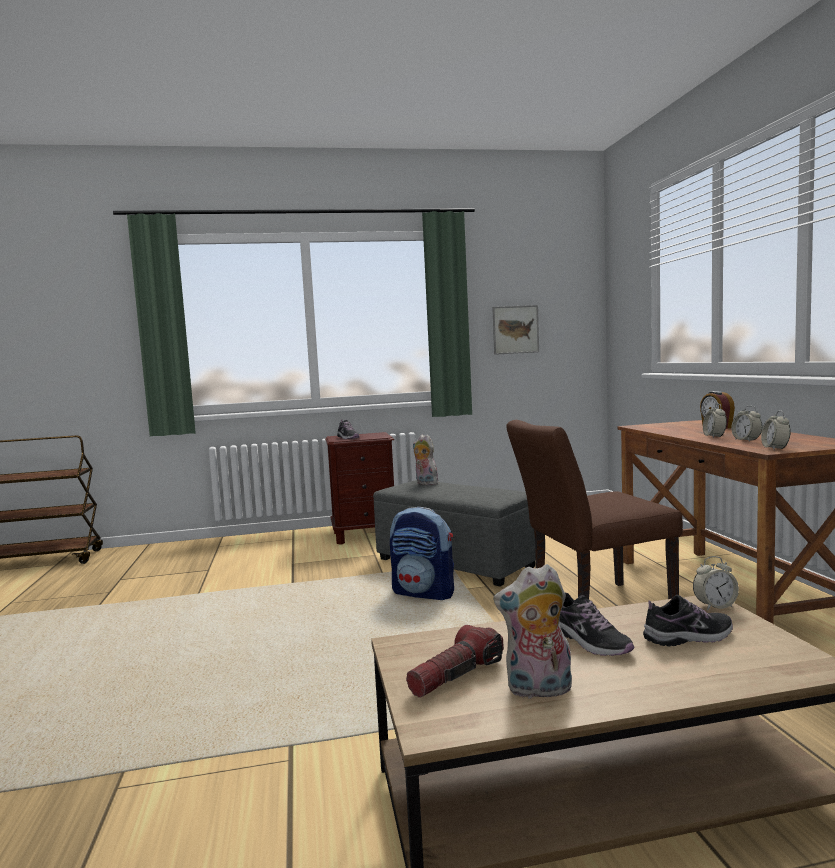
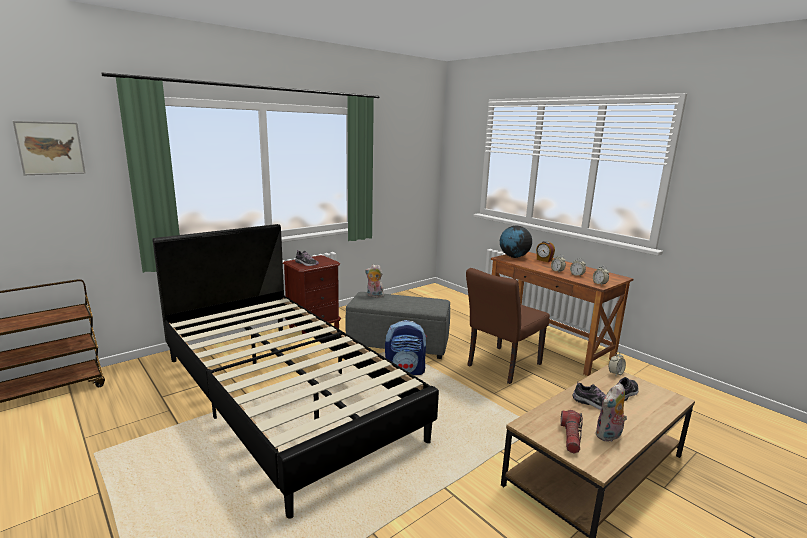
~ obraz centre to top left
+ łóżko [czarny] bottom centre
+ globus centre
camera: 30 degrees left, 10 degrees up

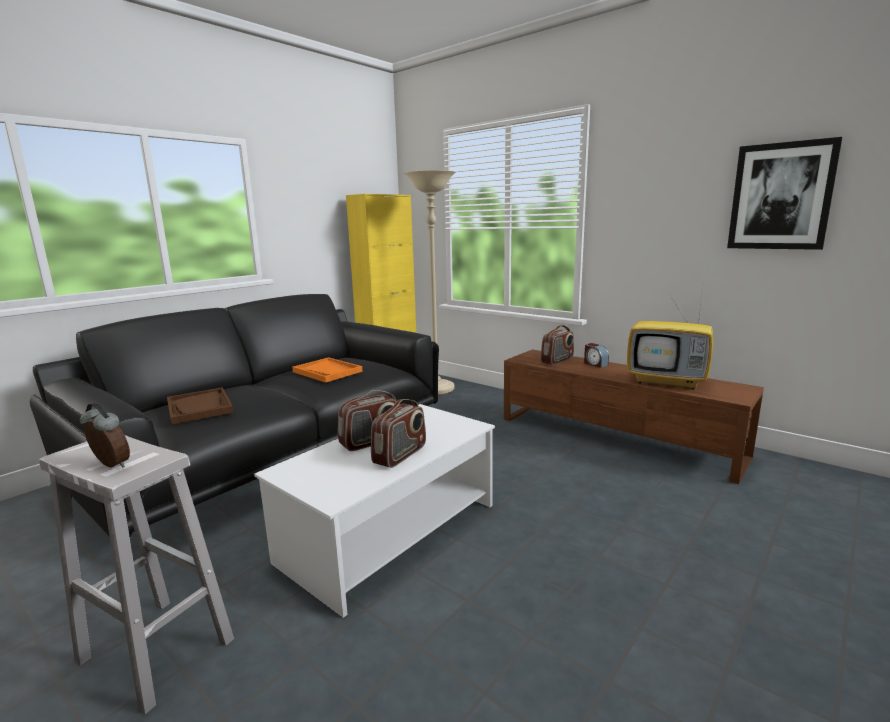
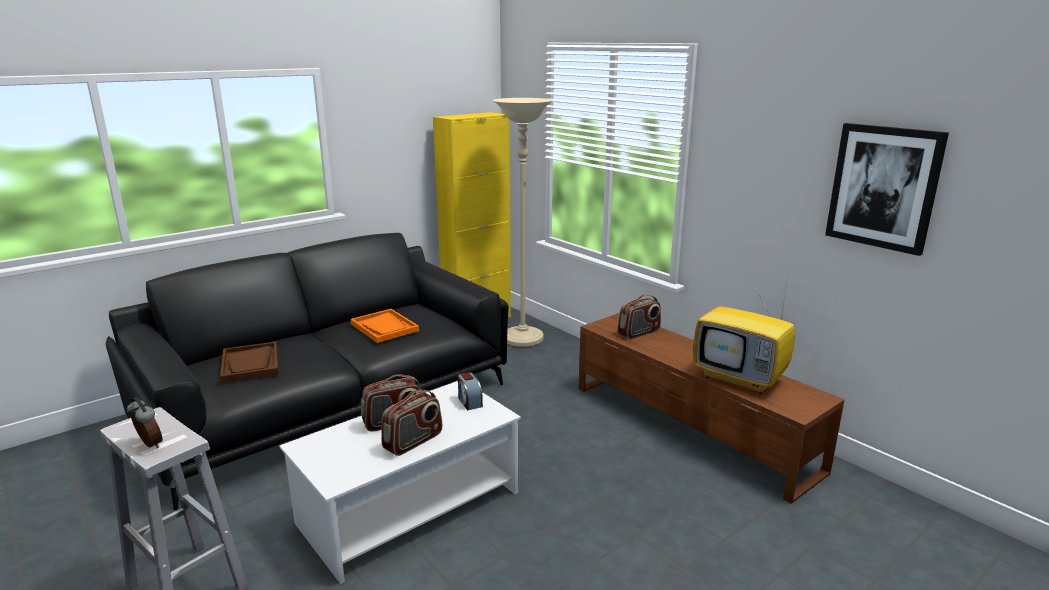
~ budzik (no. 2 from left) middle right to centre
camera: 10 degrees right, 5 degrees up

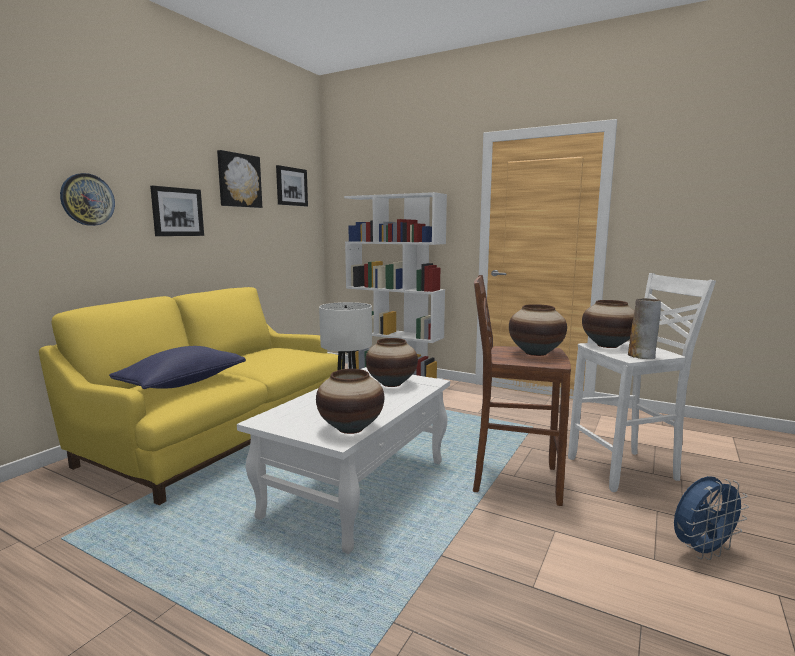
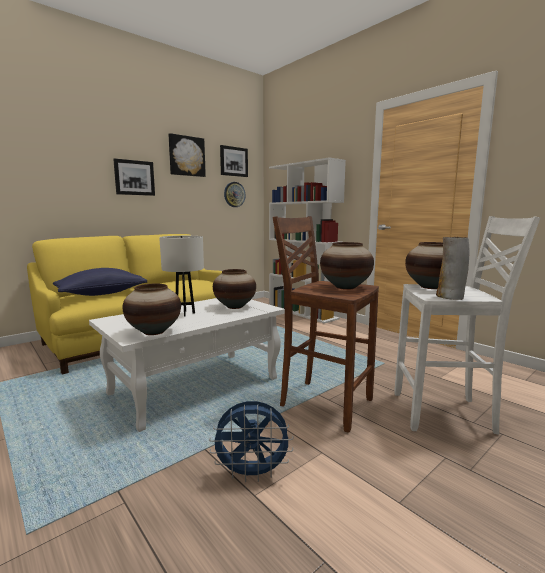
~ wentylator [niebieski] bottom right to bottom centre
~ zegar ścienny top left to centre
camera: 20 degrees right, 0 degrees up

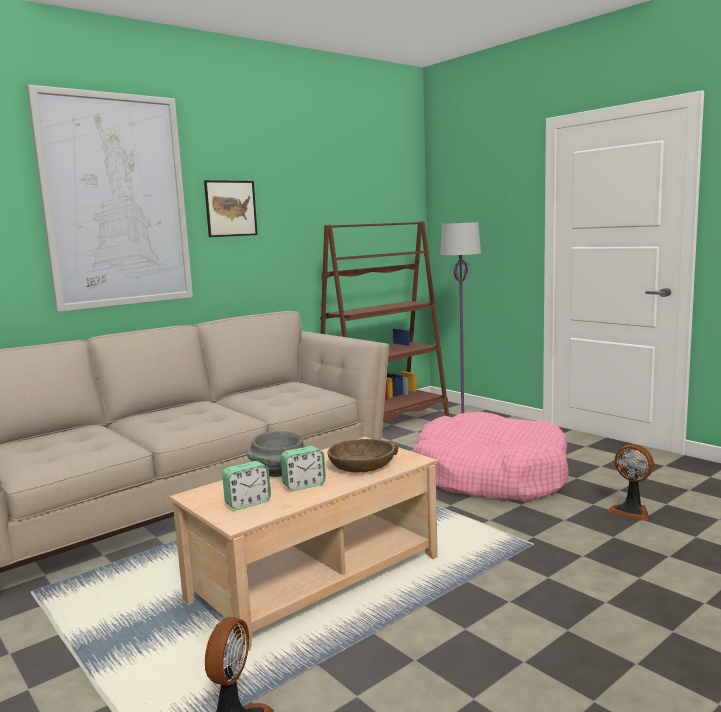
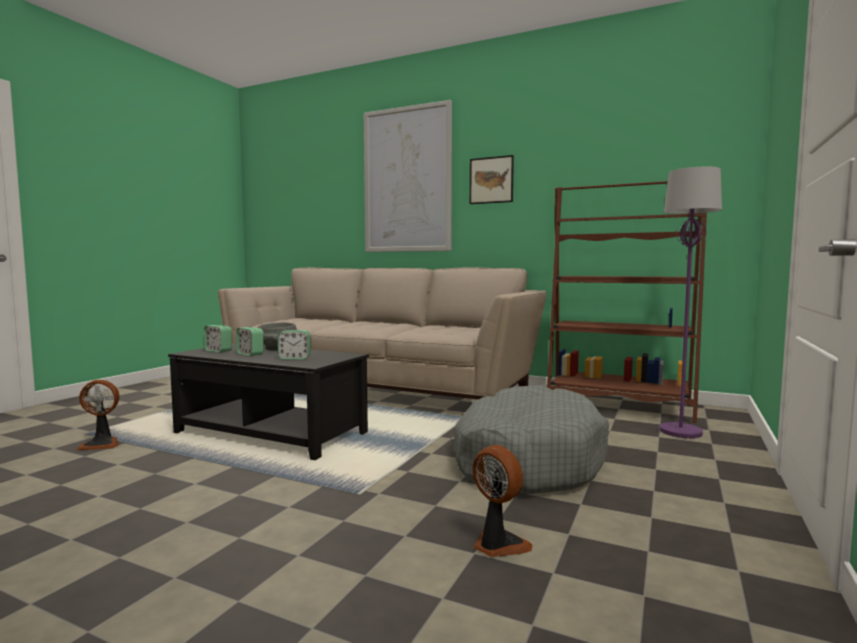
~ ława [beżowy] bottom centre to ława [czarny] middle left
~ miska [brązowy] centre to budzik (no. 3 from left) centre
~ legowisko [różowy] middle right to legowisko [szary] bottom centre
~ wentylator (no. 2 from left) bottom right = bottom centre 120 degrees clockwise
camera: 65 degrees right, 5 degrees down

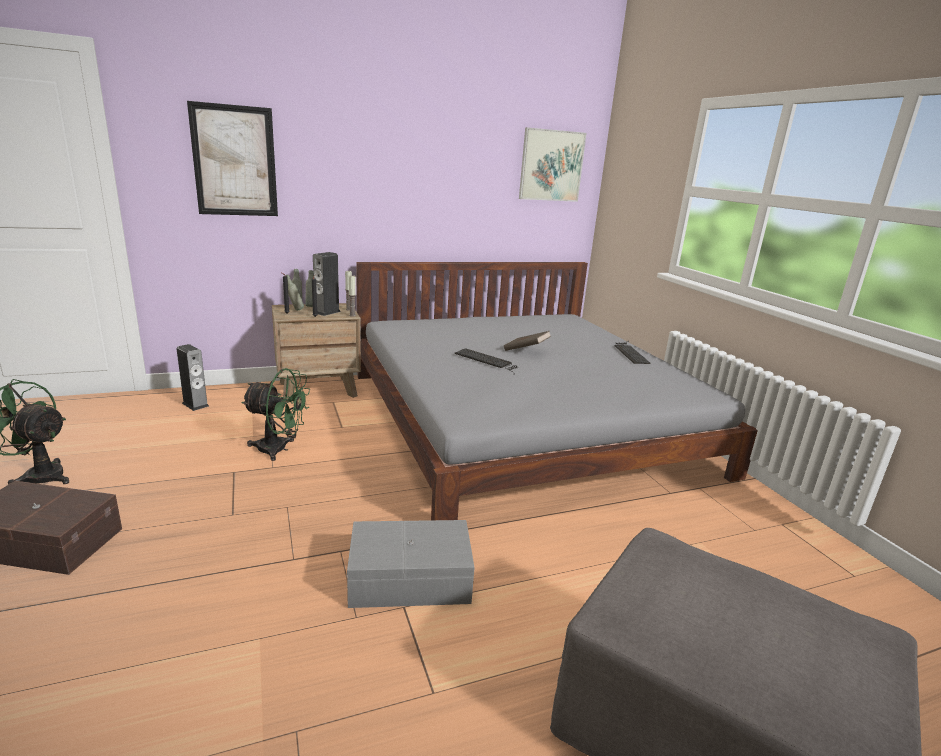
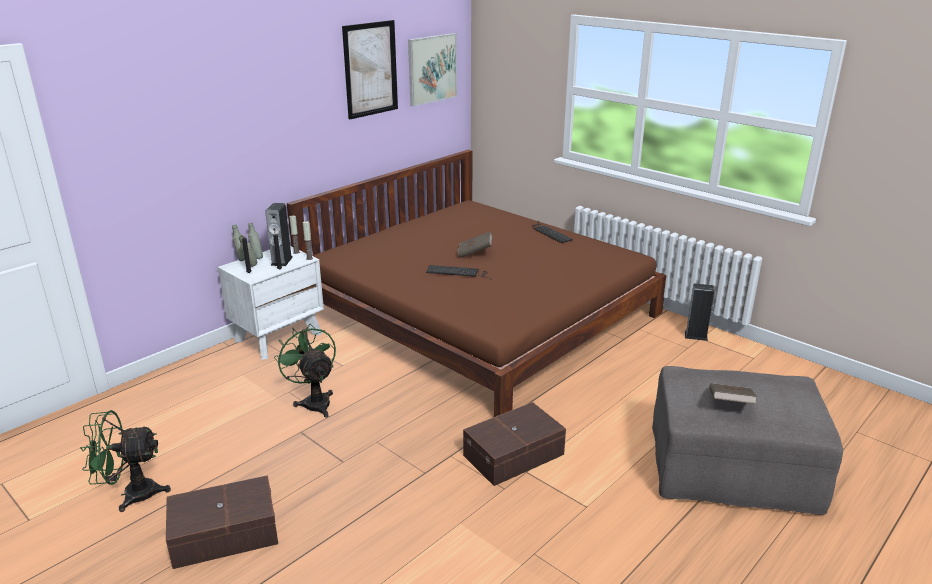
~ szafka nocna [brązowy] centre to szafka nocna [biały] middle left
~ wentylator [zielony] (no. 2 from left) middle left = middle left 105 degrees counterclockwise
~ łóżko [szary] centre to łóżko [brązowy] centre
~ obraz (no. 1 from left) top left to top centre
~ pojemnik do przechowywania [szary] bottom centre to pojemnik do przechowywania [brązowy] (no. 2 from left) bottom centre
~ głośnik (no. 1 from left in the first image) middle left to głośnik (no. 2 from left) middle right
+ książka [brązowy] (no. 2 from left) bottom right
camera: 25 degrees left, 5 degrees up

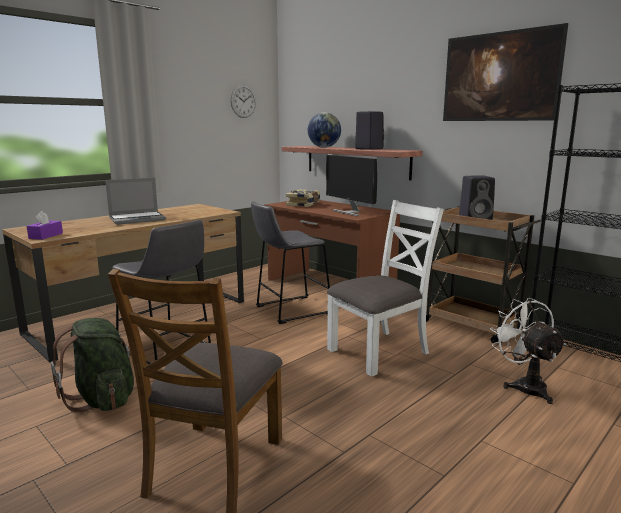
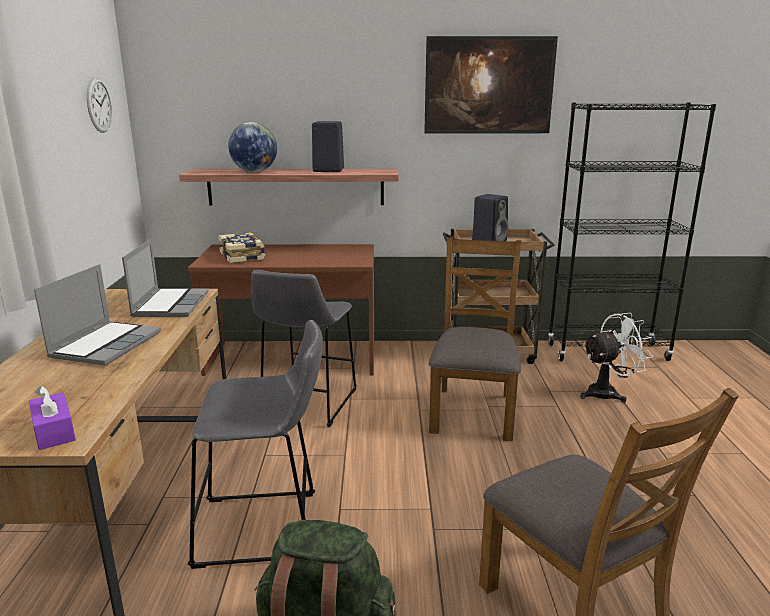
+ laptop (no. 2 from left) middle left
~ krzesło [biały] centre to krzesło [brązowy] (no. 1 from left) centre
~ wentylator [biały] bottom right = middle right 135 degrees clockwise
- monitor centre
camera: 45 degrees left, 5 degrees up

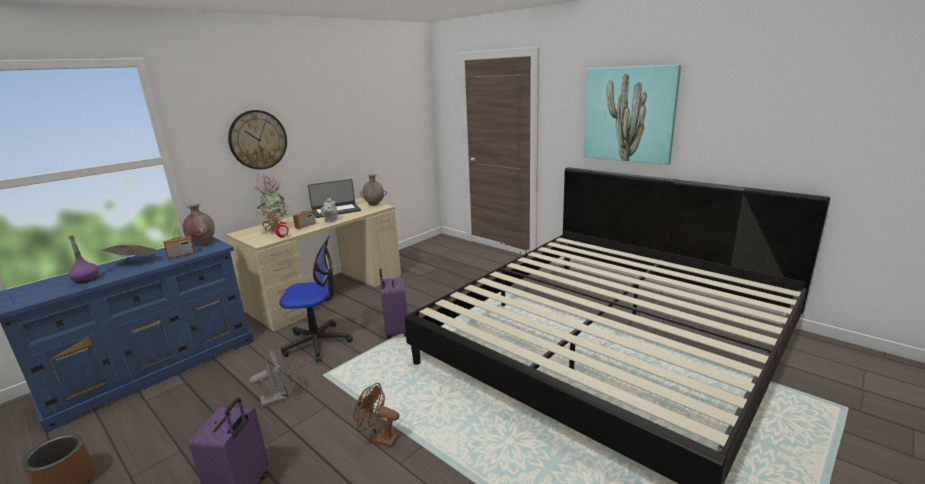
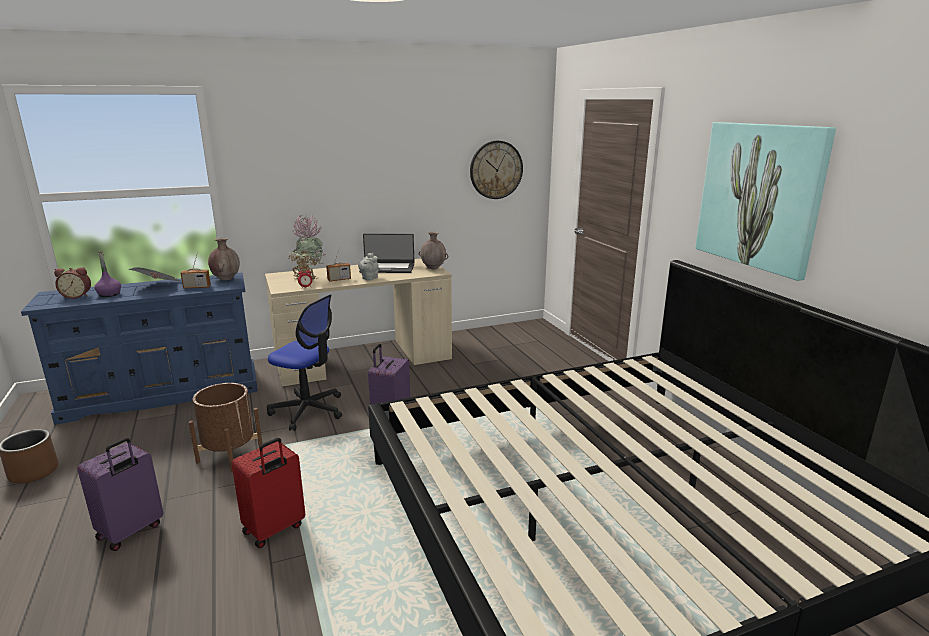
+ budzik (no. 1 from left) middle left
~ wentylator [szary] bottom left to donica [brązowy] (no. 2 from left) bottom left
~ wentylator [brązowy] bottom centre to walizka [czerwony] bottom left
~ zegar ścienny top left to top centre
camera: 25 degrees right, 0 degrees up

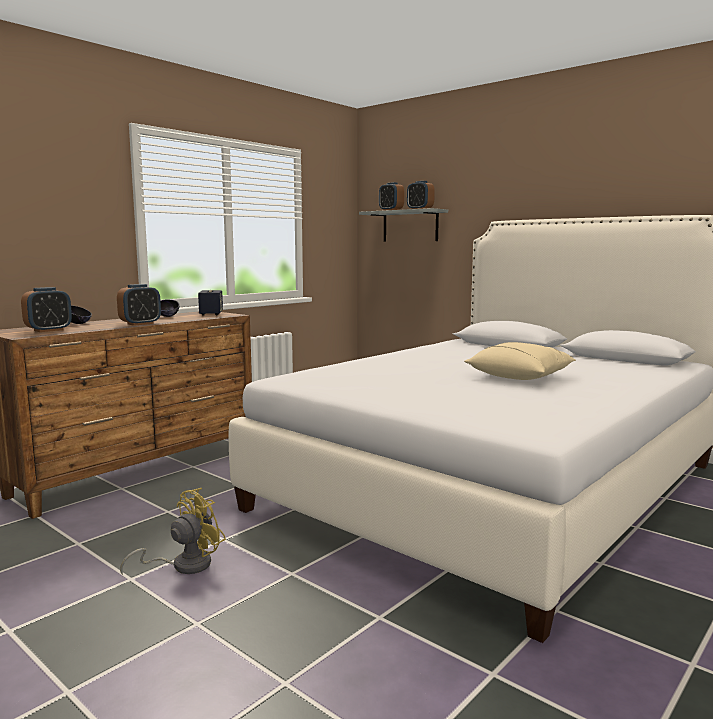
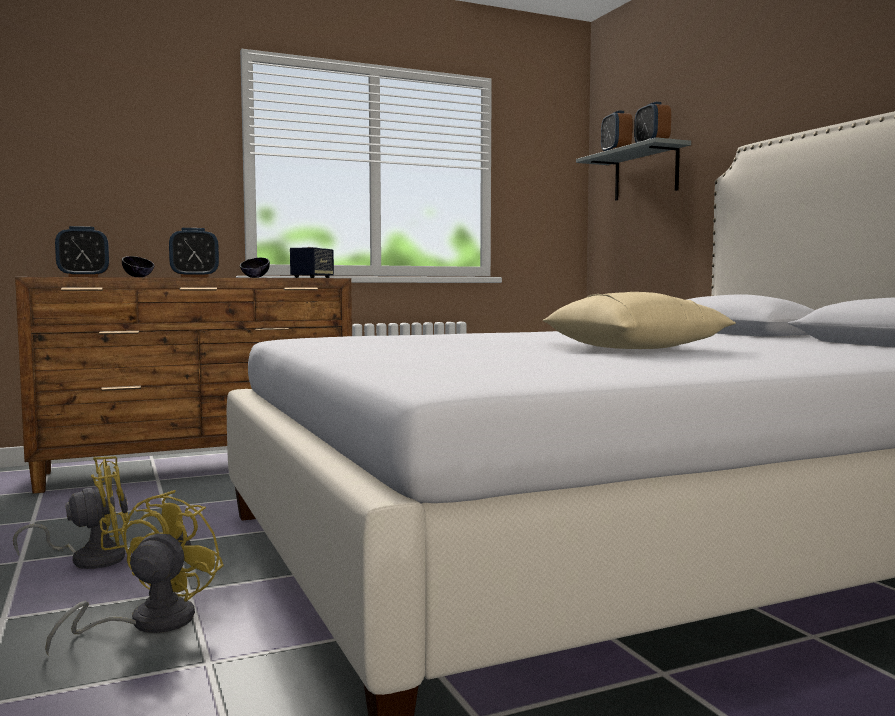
+ wentylator [żółty] (no. 2 from left) bottom left
camera: 25 degrees right, 5 degrees down

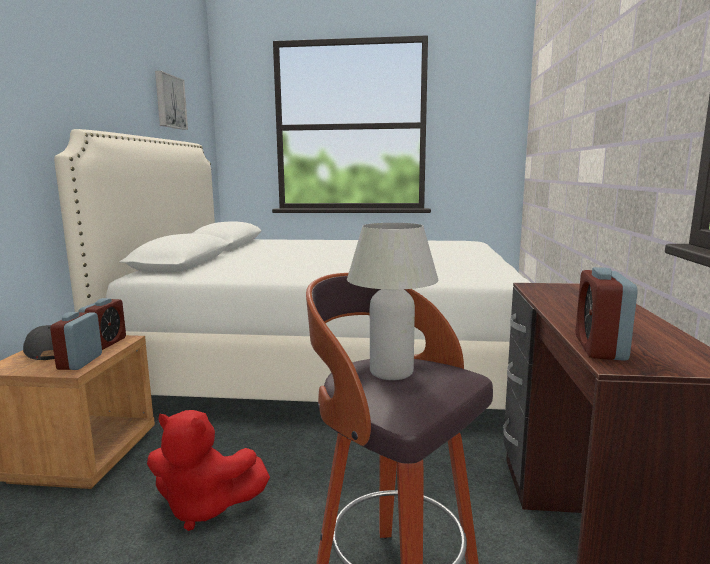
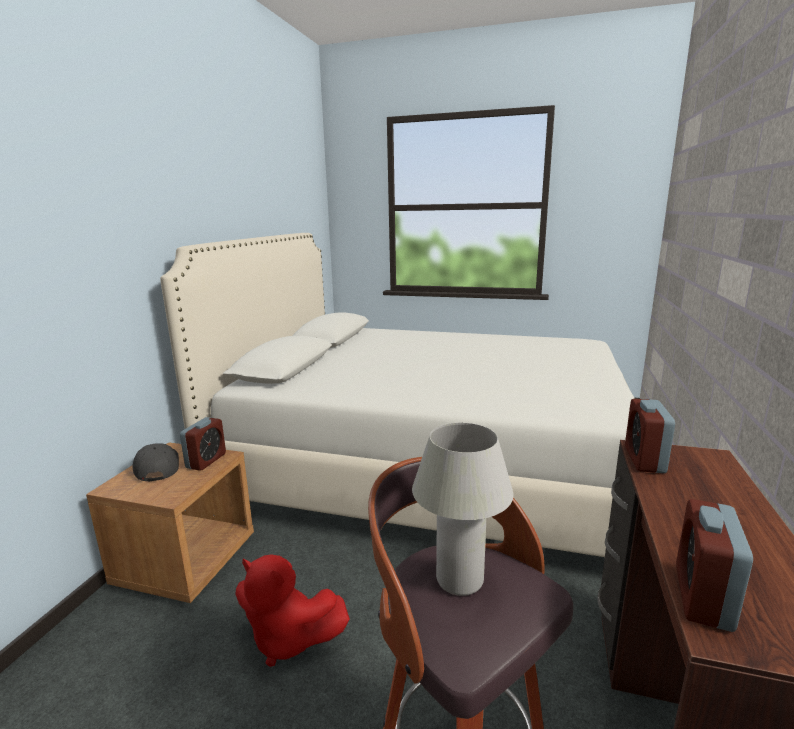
~ budzik (no. 1 from left in the first image) middle left to budzik (no. 2 from left) middle right
- obraz top left
camera: 10 degrees right, 5 degrees up

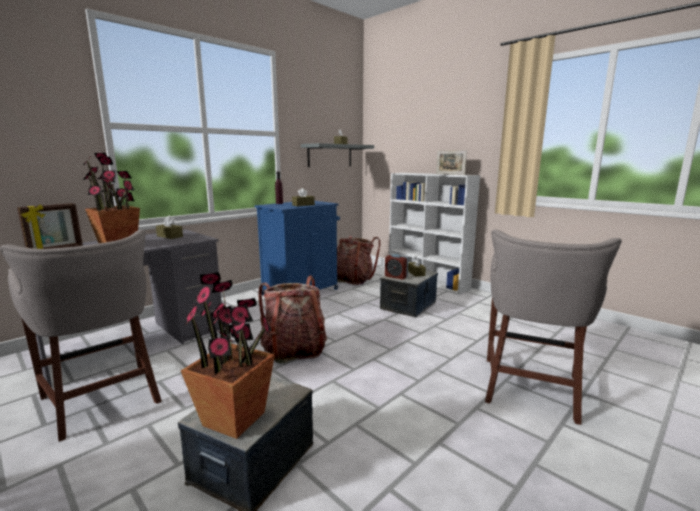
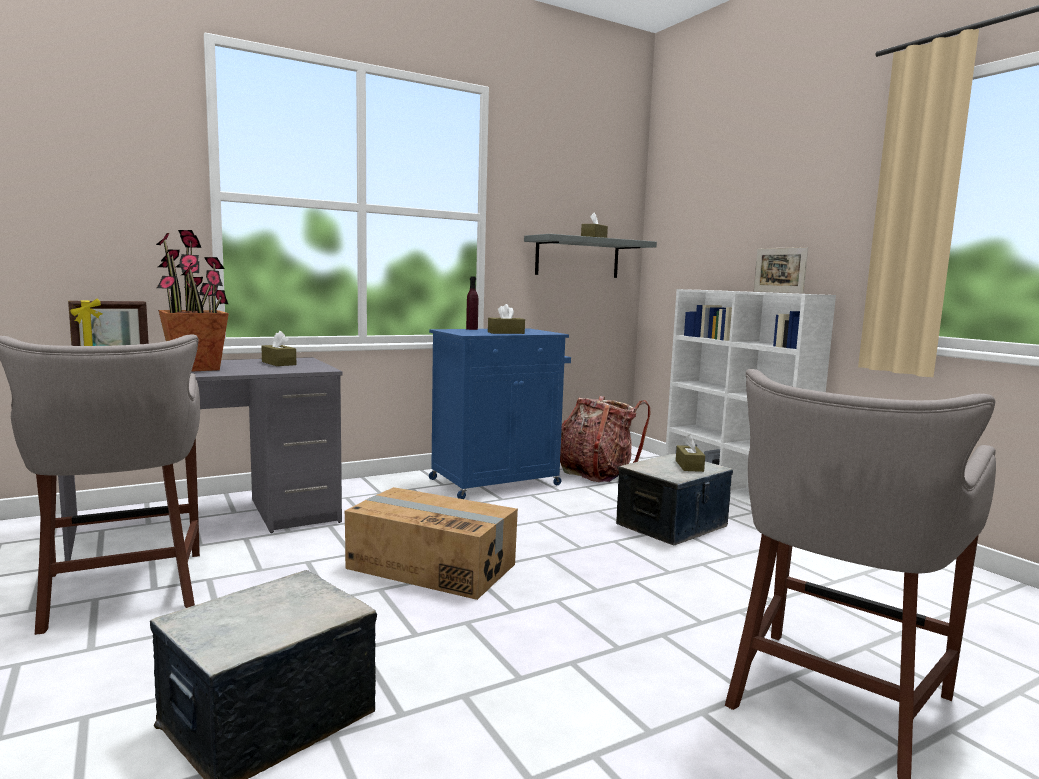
~ plecak (no. 1 from left) centre to karton bottom centre
- roślina doniczkowa (no. 2 from left) bottom left
- budzik centre
camera: 15 degrees right, 5 degrees down

